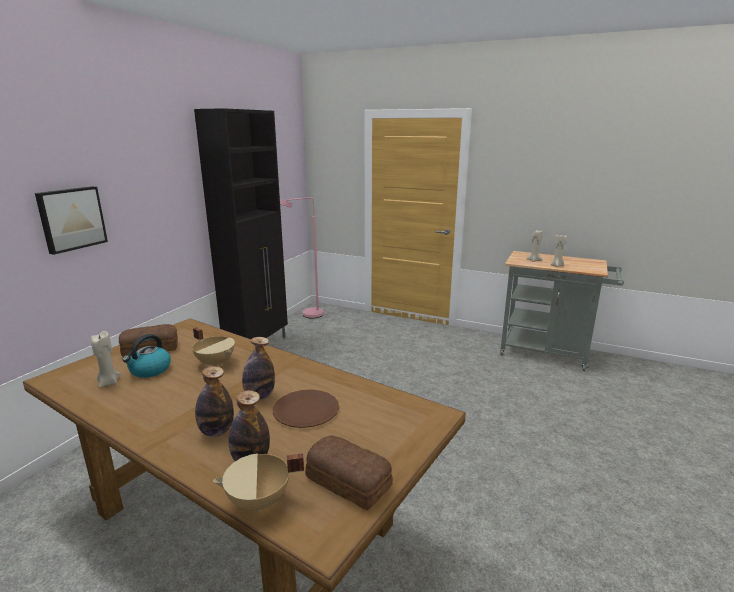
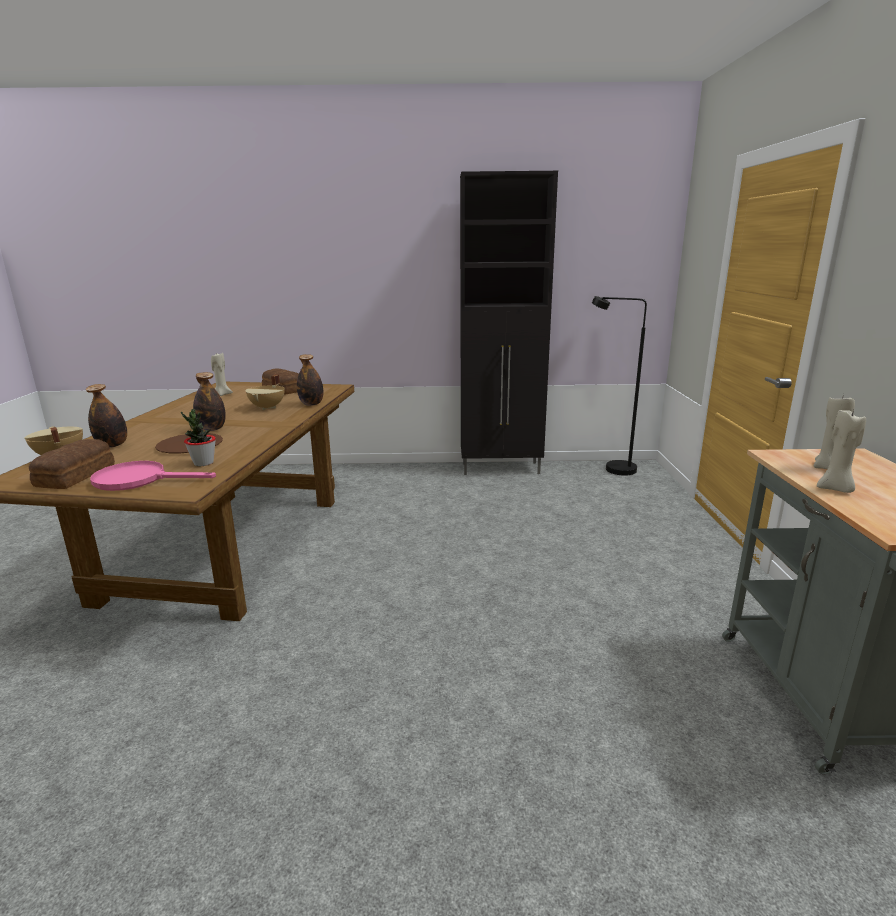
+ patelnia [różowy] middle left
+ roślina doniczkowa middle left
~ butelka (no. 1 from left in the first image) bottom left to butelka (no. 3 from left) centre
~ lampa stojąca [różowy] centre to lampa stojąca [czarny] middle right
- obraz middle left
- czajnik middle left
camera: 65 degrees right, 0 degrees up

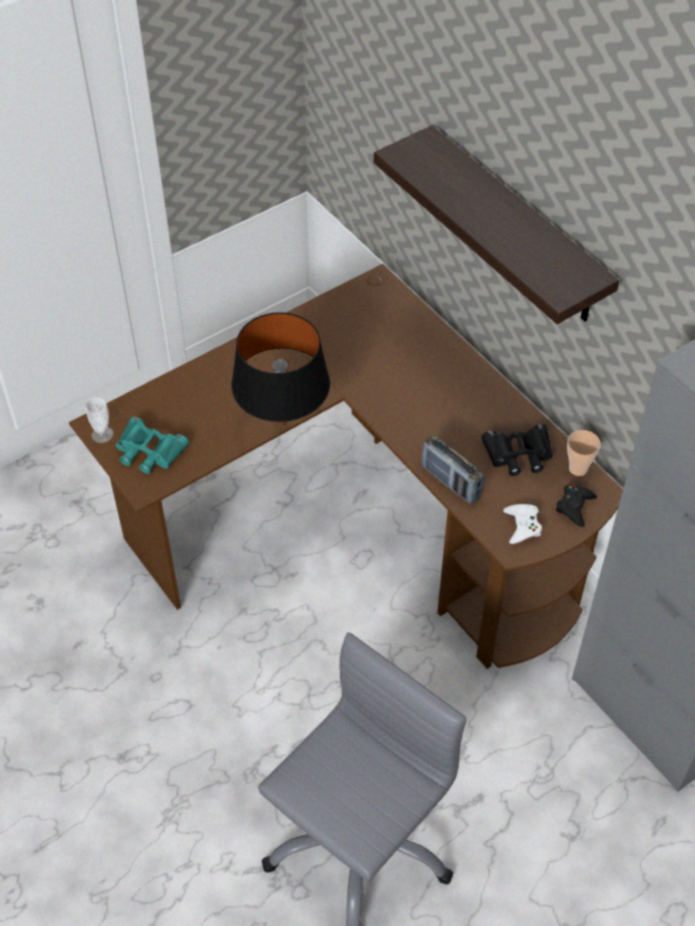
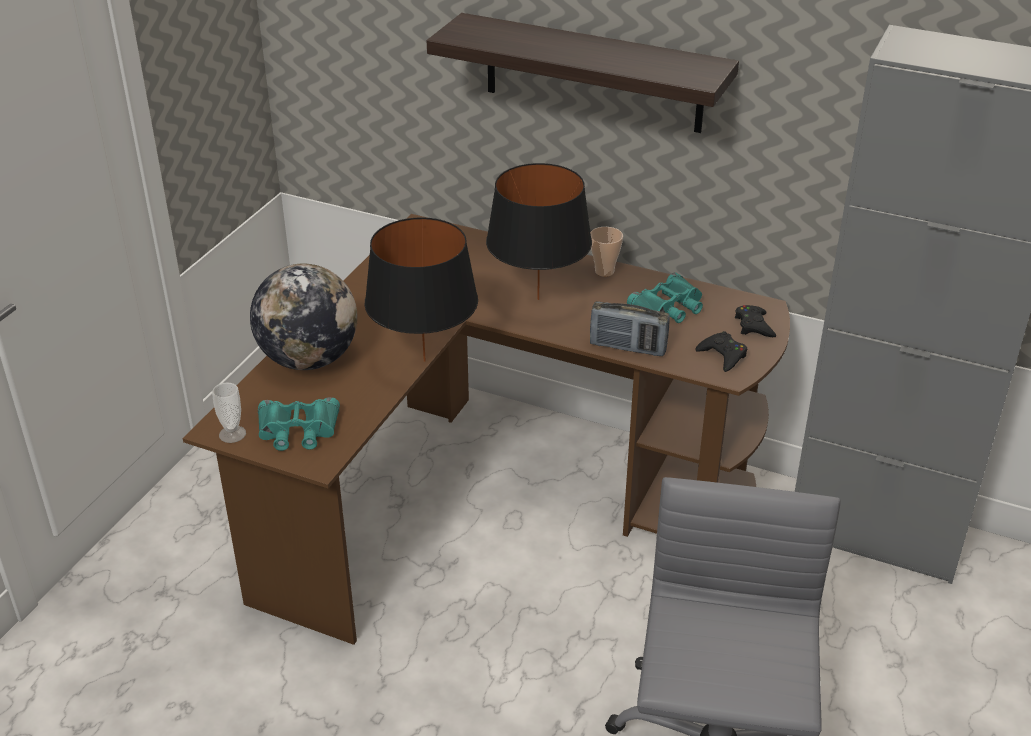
+ globus middle left
+ lampa stołowa [czarny] (no. 2 from left) top centre
~ filiżanka (no. 2 from left) middle right to centre
~ lornetka [czarny] middle right to lornetka [turkusowy] (no. 2 from left) centre
~ pad do gier [biały] middle right to pad do gier [czarny] (no. 1 from left) middle right
camera: 30 degrees left, 15 degrees down

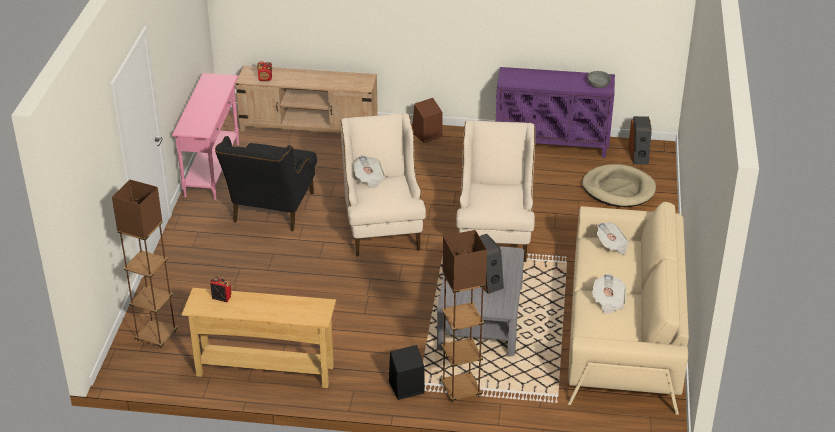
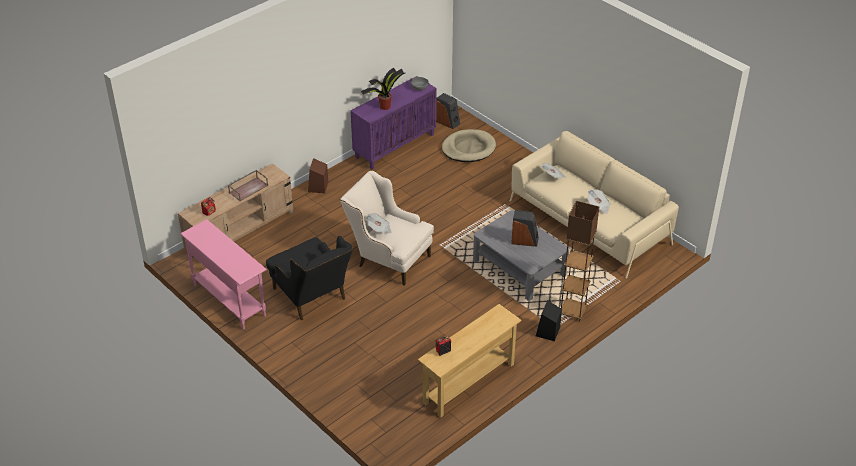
+ taca [brązowy] middle left
+ roślina doniczkowa top centre
- lampa stojąca [brązowy] (no. 1 from left) middle left
- fotel [beżowy] (no. 2 from left) centre
camera: 50 degrees left, 5 degrees up

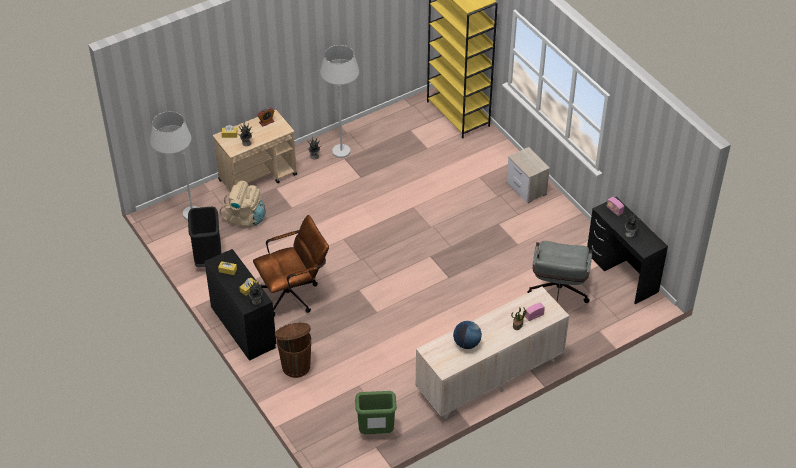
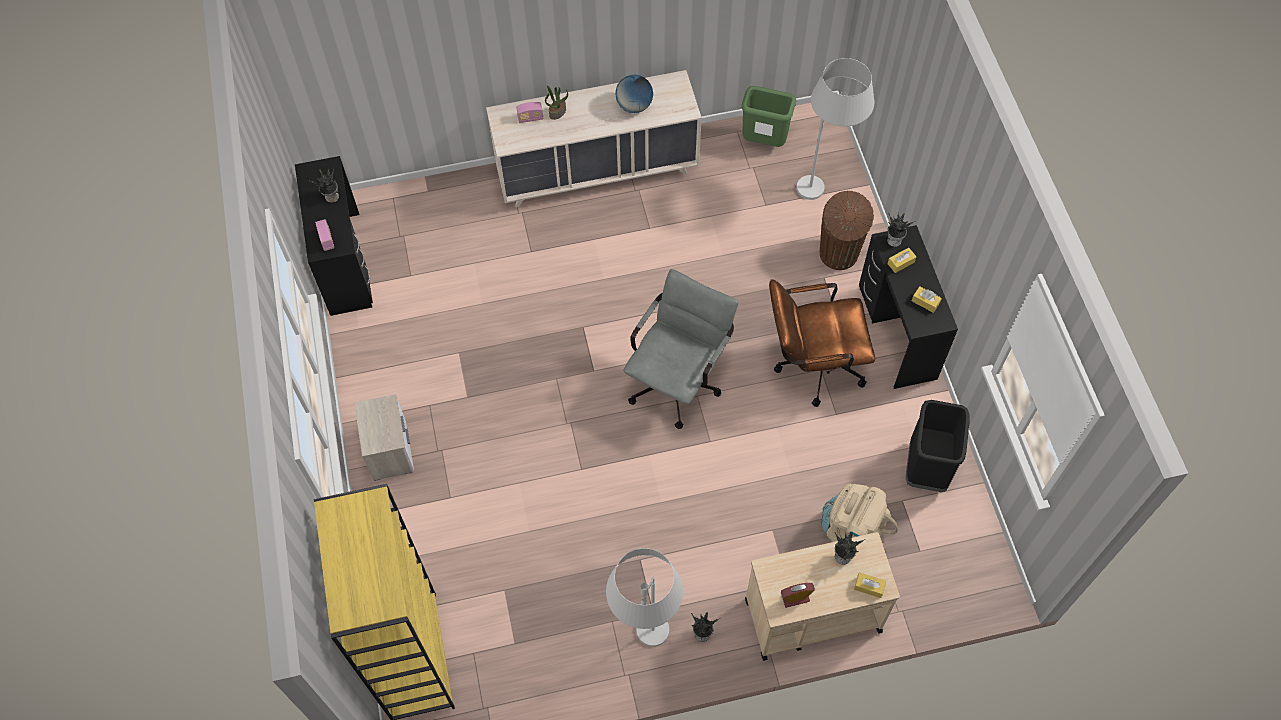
~ krzesło biurowe [szary] middle right to centre
~ lampa stojąca [biały] (no. 1 from left in the first image) middle left to lampa stojąca [biały] (no. 2 from left) top centre
camera: 160 degrees left, 15 degrees up

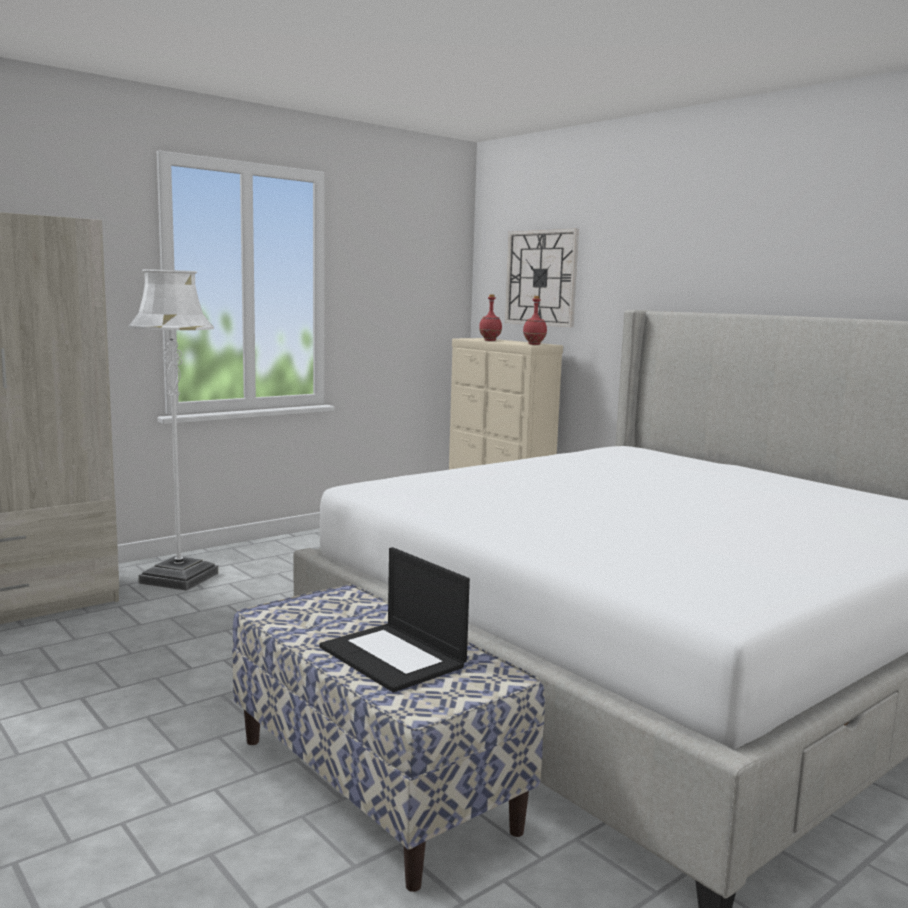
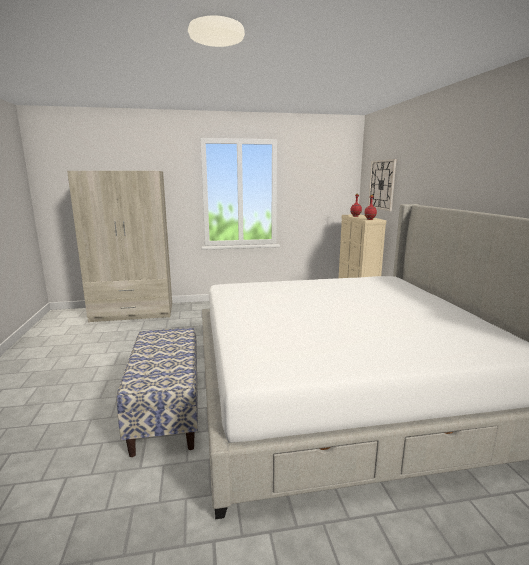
- lampa stojąca [biały] middle left
- laptop bottom centre
camera: 30 degrees right, 5 degrees up

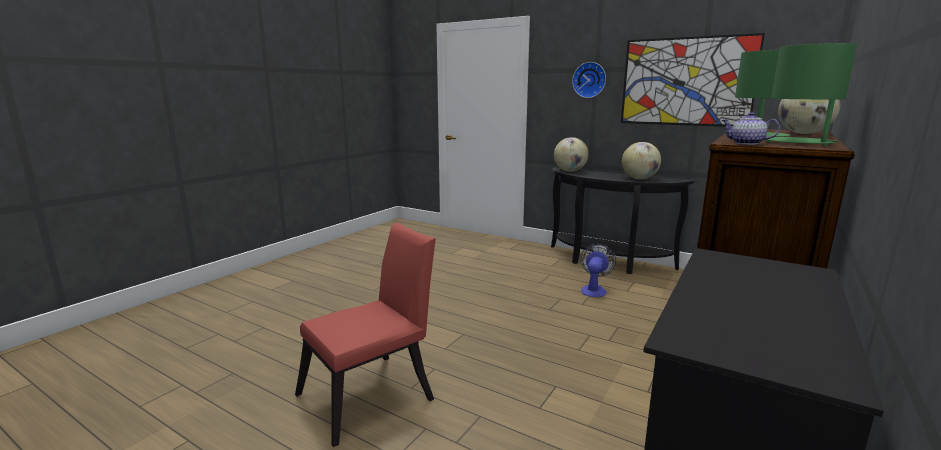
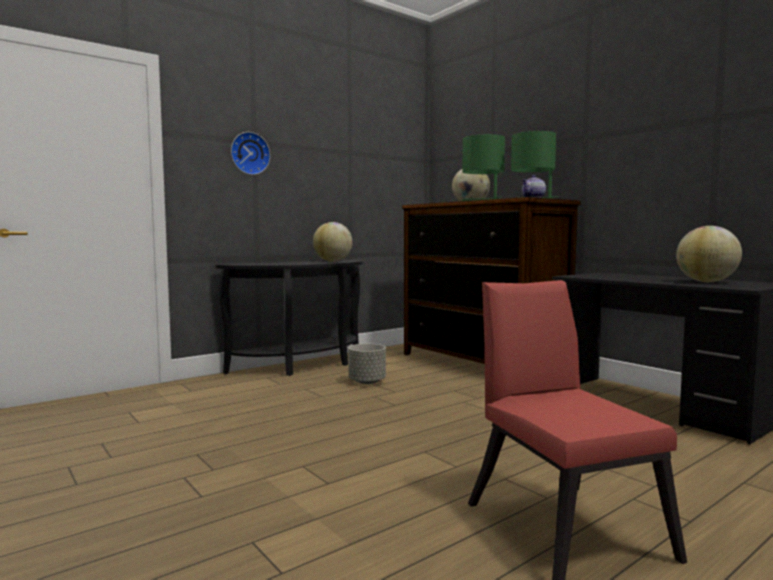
~ wentylator centre to donica [szary] centre
~ globus (no. 1 from left in the first image) centre to globus (no. 3 from left) middle right
- obraz top right
camera: 70 degrees left, 10 degrees down

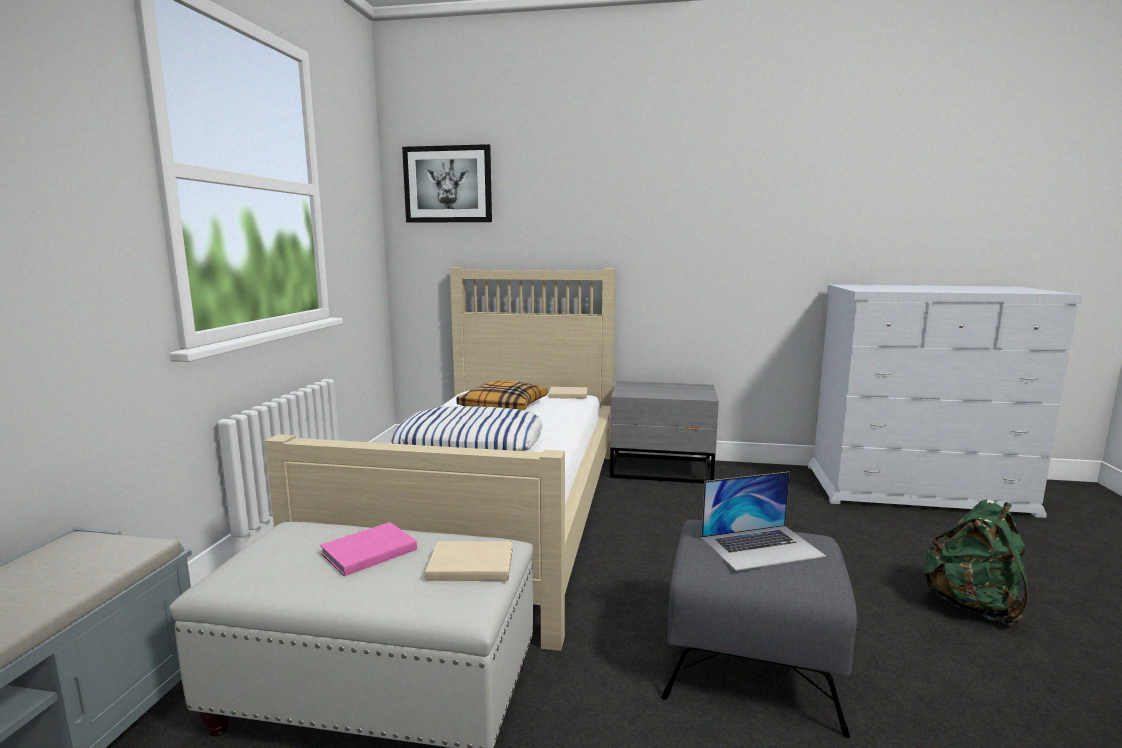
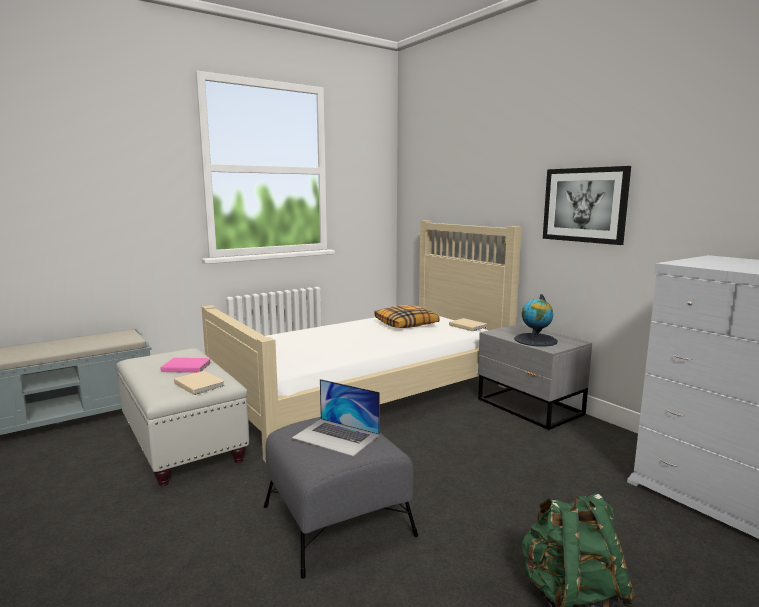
+ globus middle right
~ obraz top centre to middle right
- poduszka (no. 1 from left) centre
camera: 45 degrees right, 0 degrees up

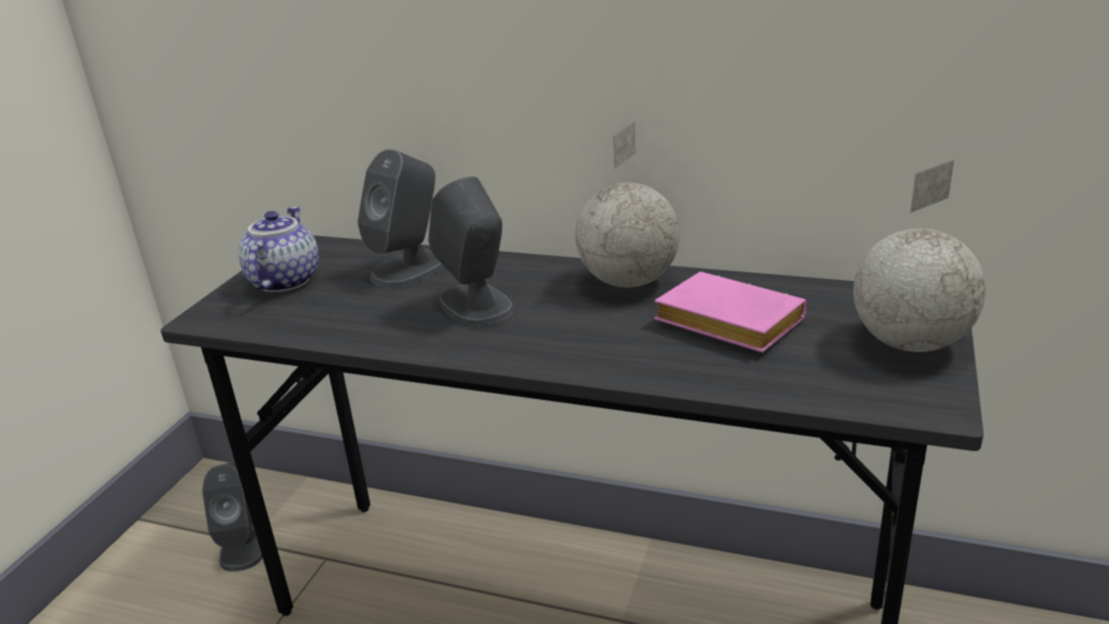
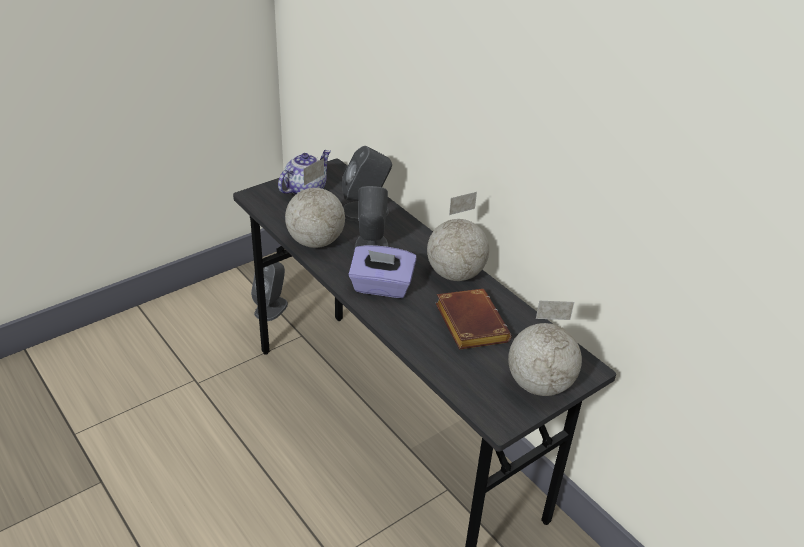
+ globus (no. 1 from left) centre
+ pudełko chusteczek [fioletowy] centre
~ książka [różowy] centre to książka [brązowy] centre
camera: 30 degrees right, 10 degrees up

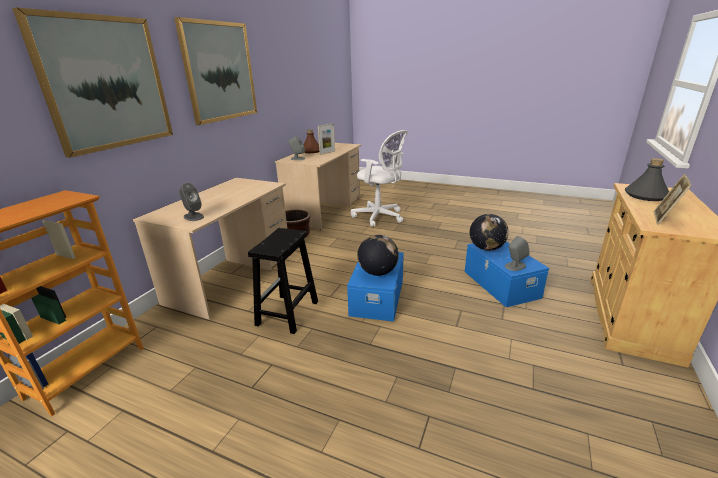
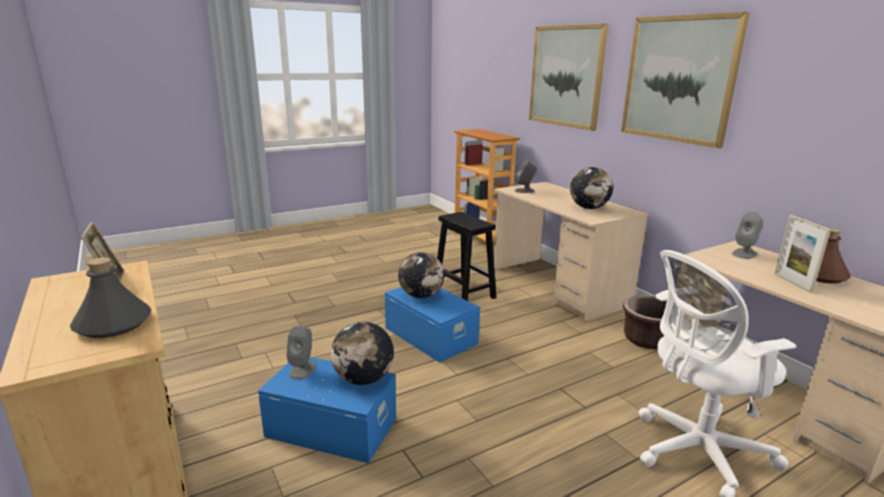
+ globus (no. 3 from left) middle right
camera: 125 degrees right, 5 degrees down

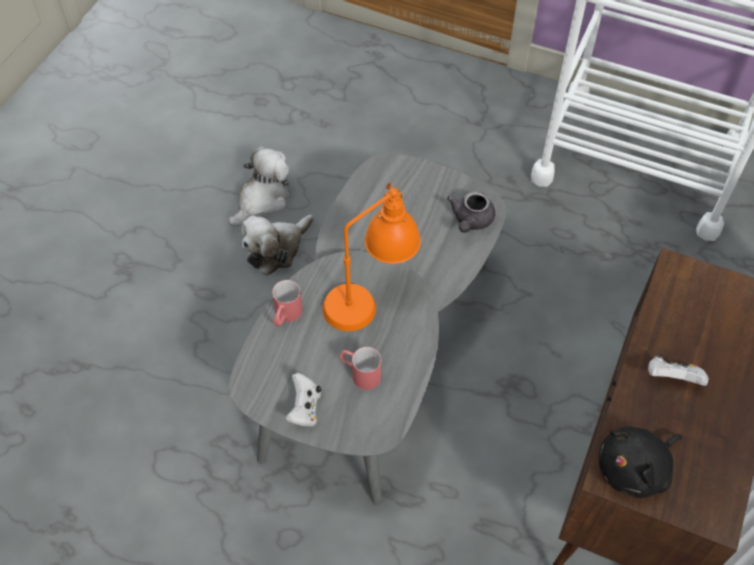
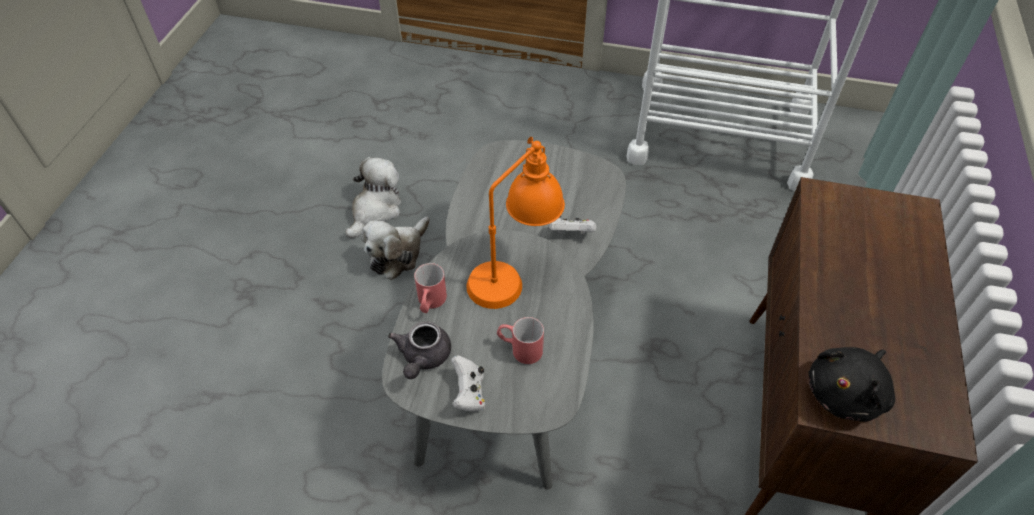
~ imbryk [szary] centre to bottom centre
~ pad do gier [biały] (no. 2 from left) middle right to centre
camera: 10 degrees left, 5 degrees down

